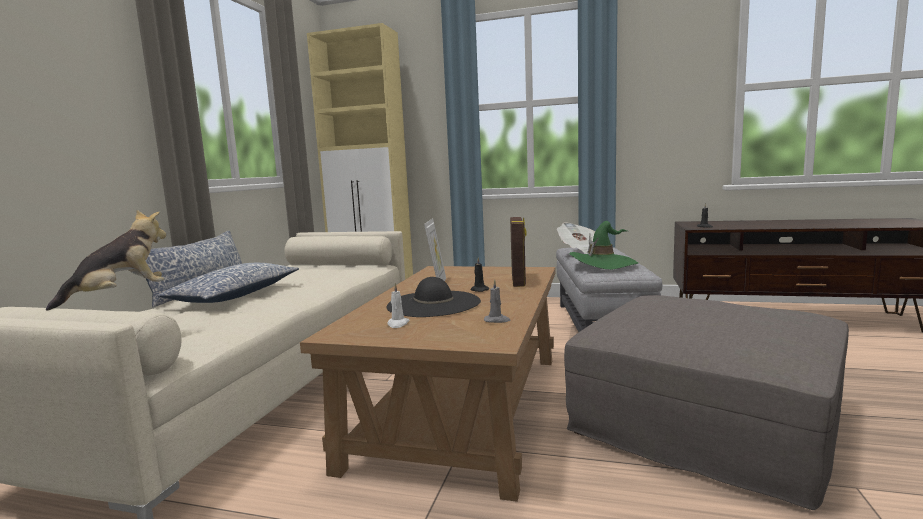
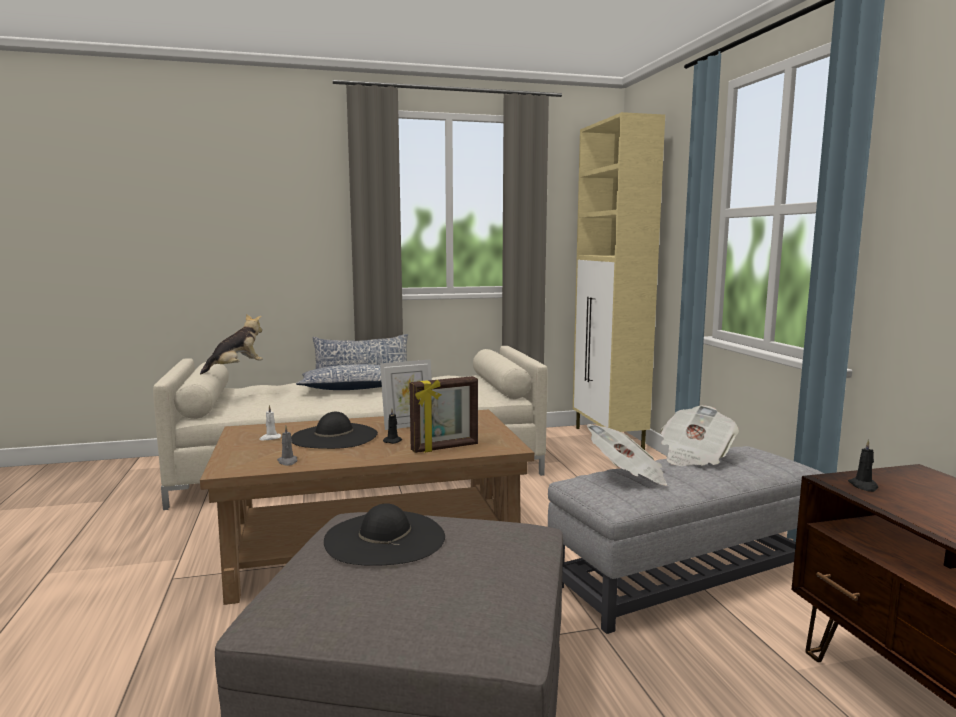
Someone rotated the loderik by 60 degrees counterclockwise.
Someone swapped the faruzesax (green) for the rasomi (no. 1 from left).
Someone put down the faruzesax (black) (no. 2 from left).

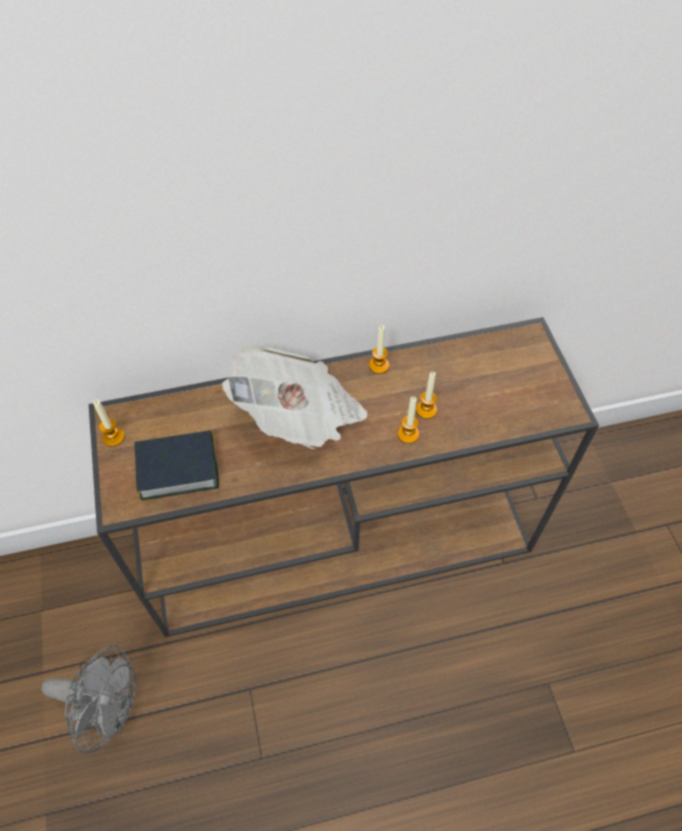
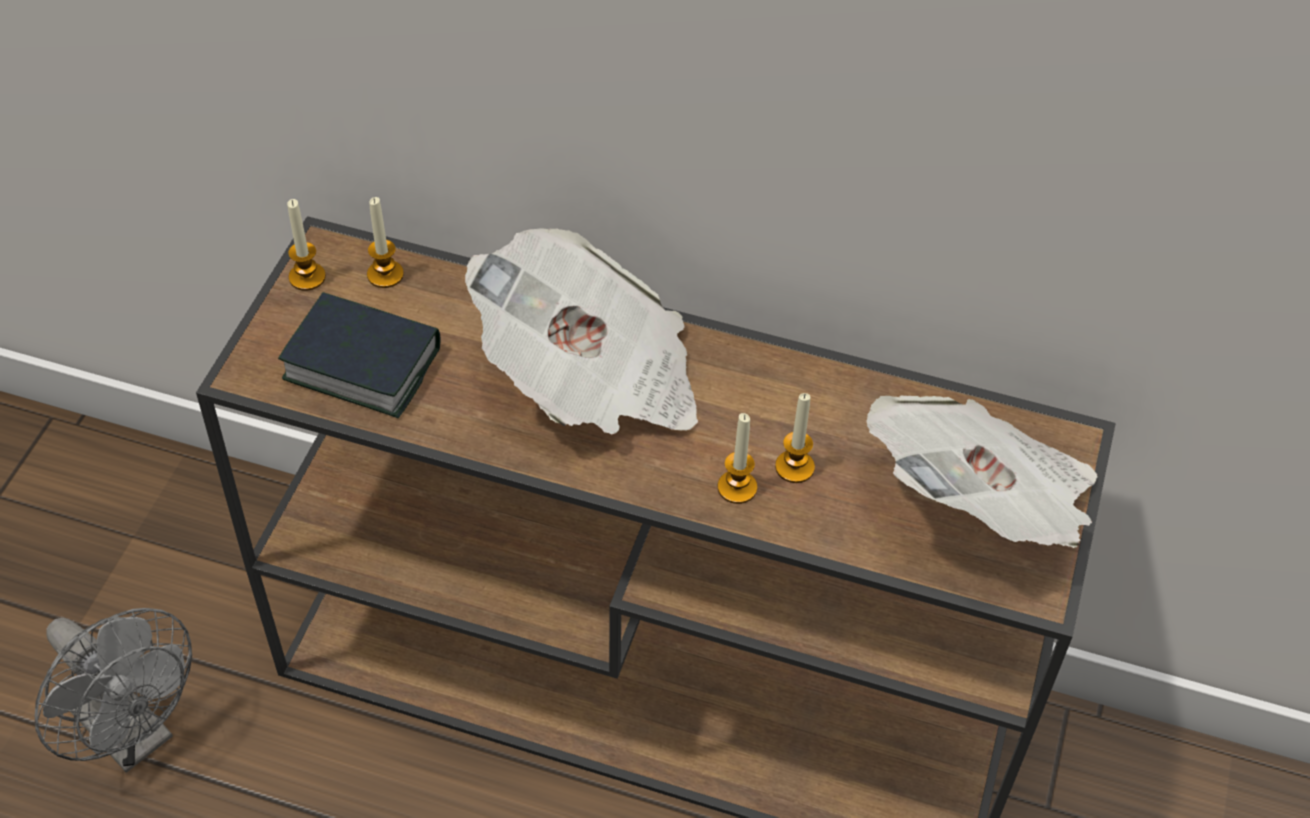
Someone carried the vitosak (no. 2 from left).
Someone put down the rasomi (no. 2 from left).

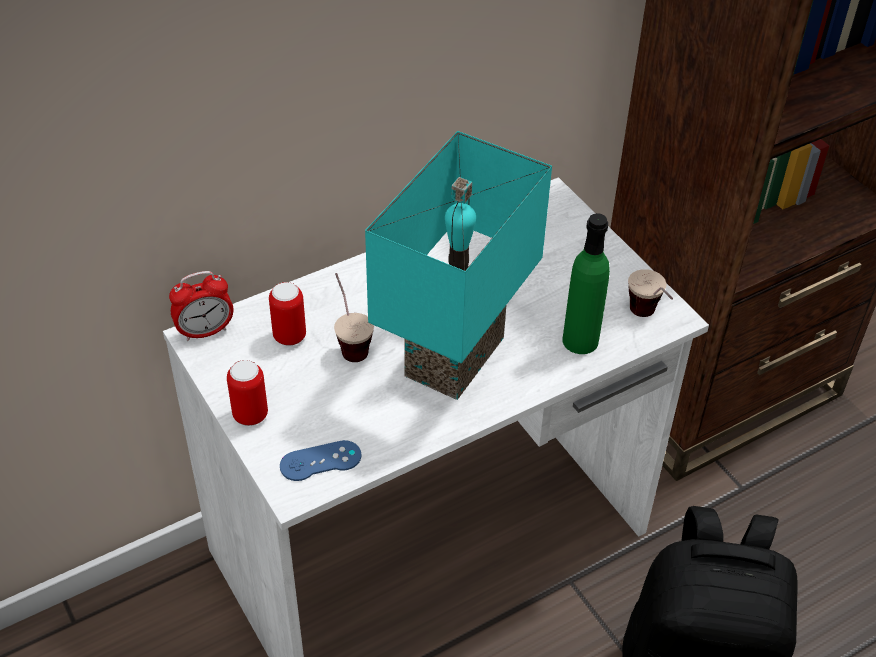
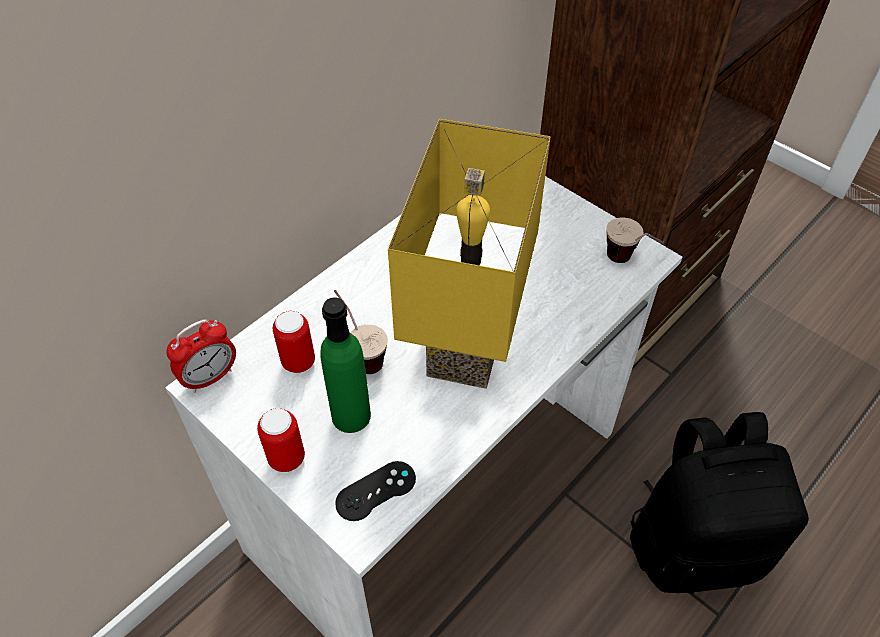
Someone repainted the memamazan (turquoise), which became the memamazan (yellow).
Someone carried the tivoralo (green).
Someone repainted the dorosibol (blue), which became the dorosibol (black).

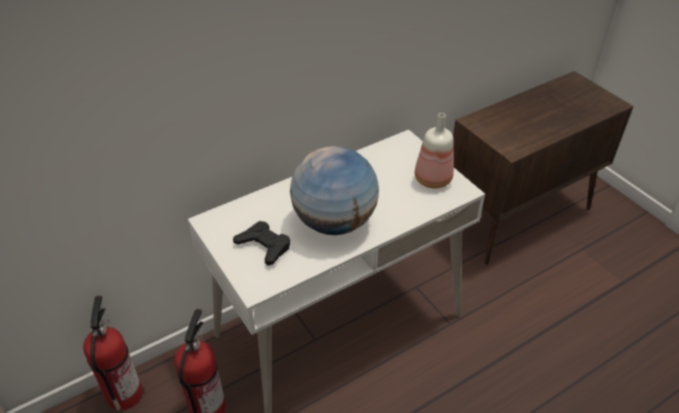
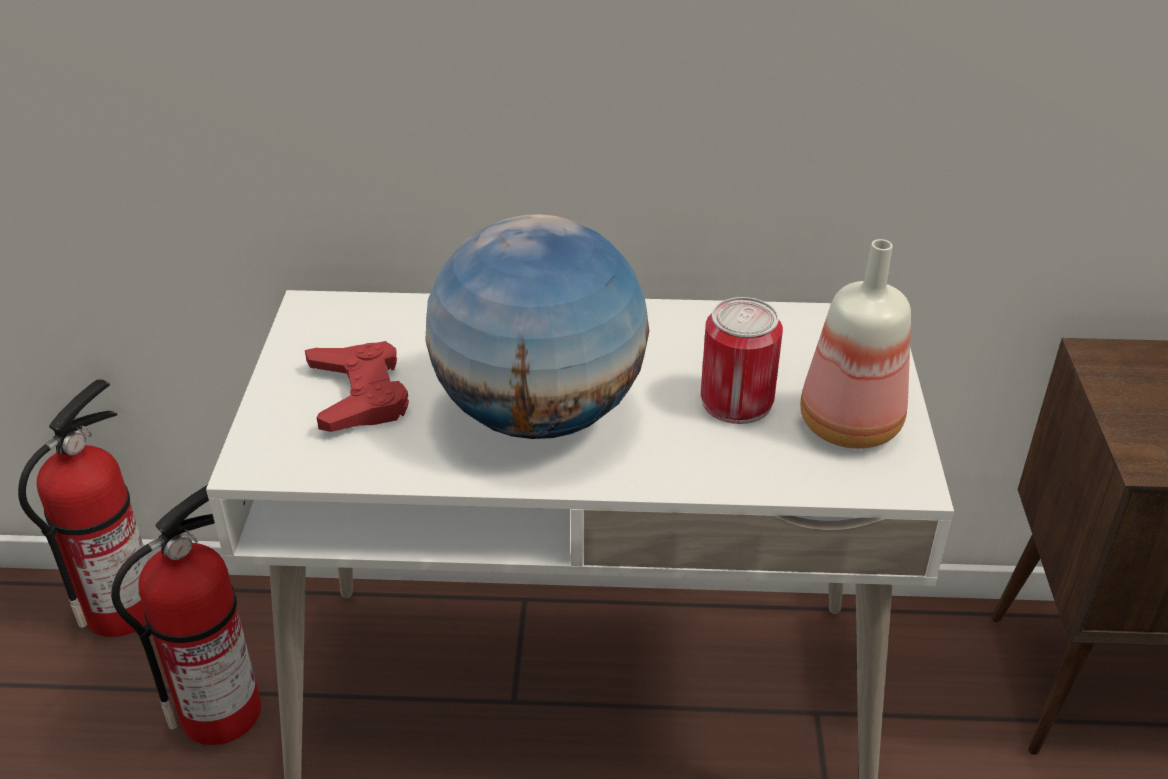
Someone repainted the dorosibol (black), which became the dorosibol (red).
Someone put down the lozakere.

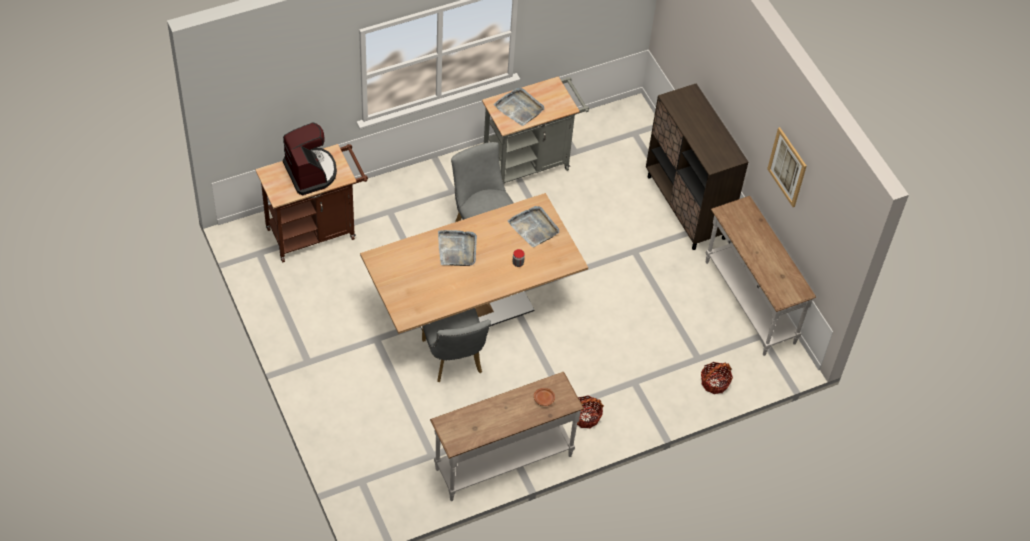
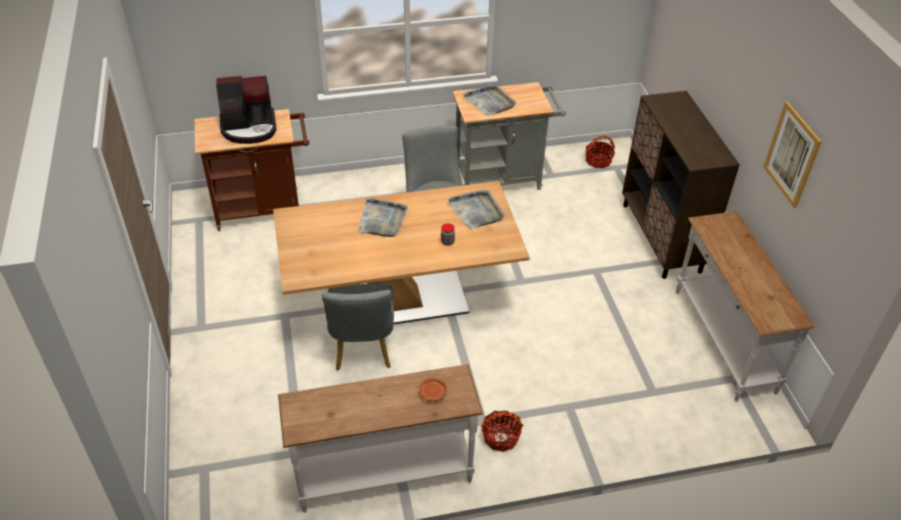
Someone rotated the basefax by 90 degrees clockwise.
Someone carried the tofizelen (no. 2 from left).

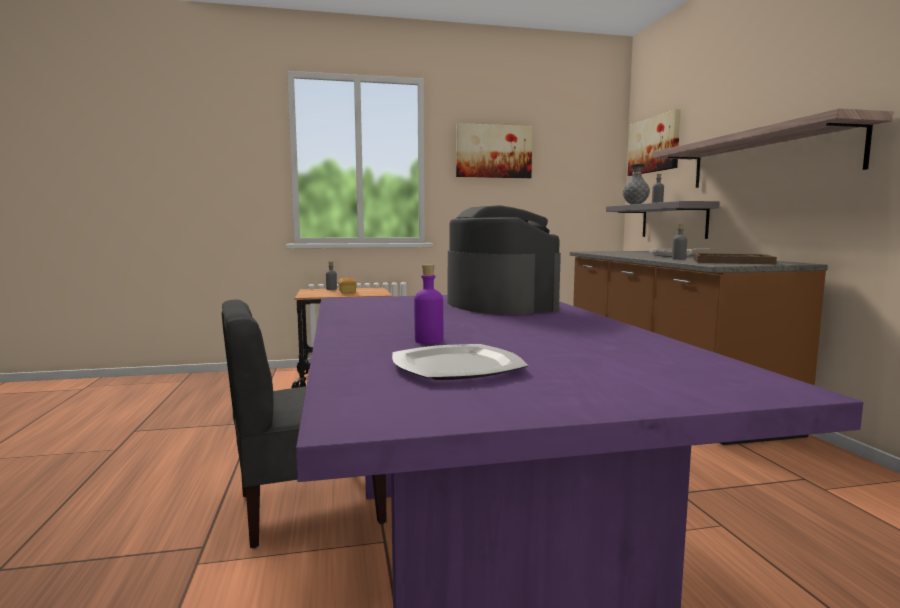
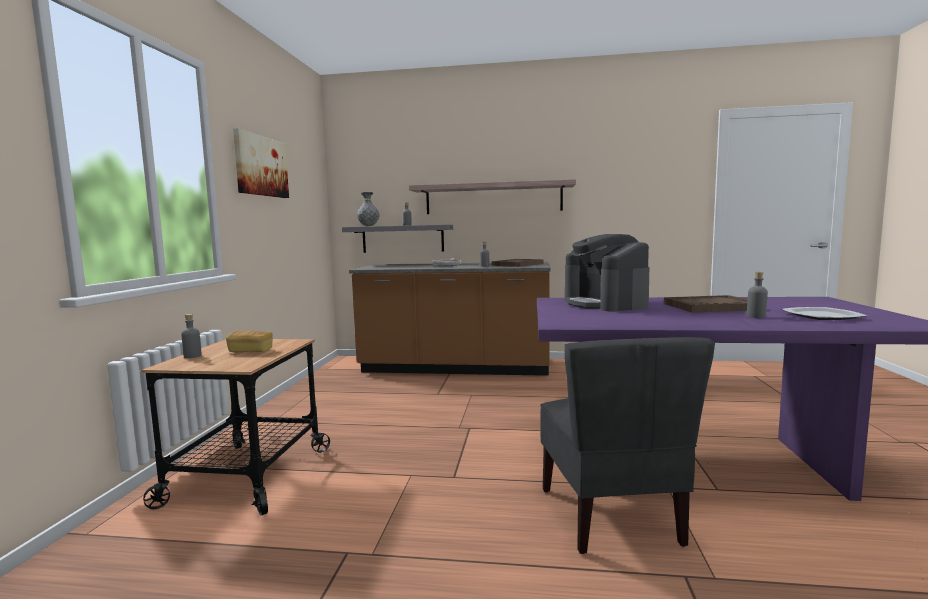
Someone took away the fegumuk (no. 2 from left).
Someone rotated the basefax by 105 degrees counterclockwise.
Someone repainted the tivoralo (purple), which became the tivoralo (grey) (no. 4 from left).
Someone put down the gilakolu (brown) (no. 2 from left).

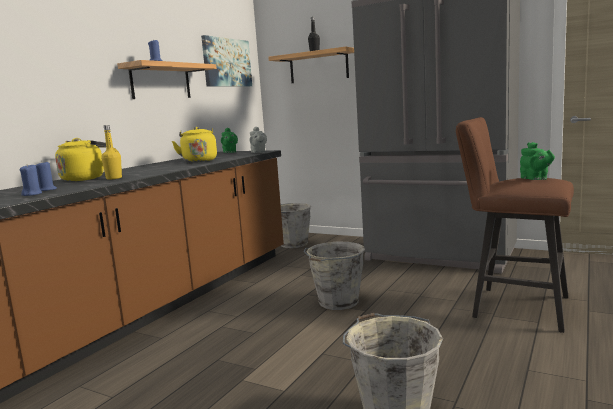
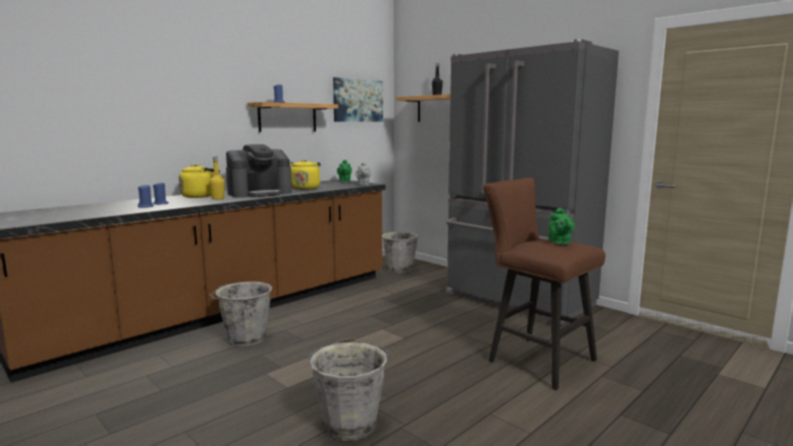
Someone carried the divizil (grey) (no. 2 from left in the first image).
Someone put down the basefax.

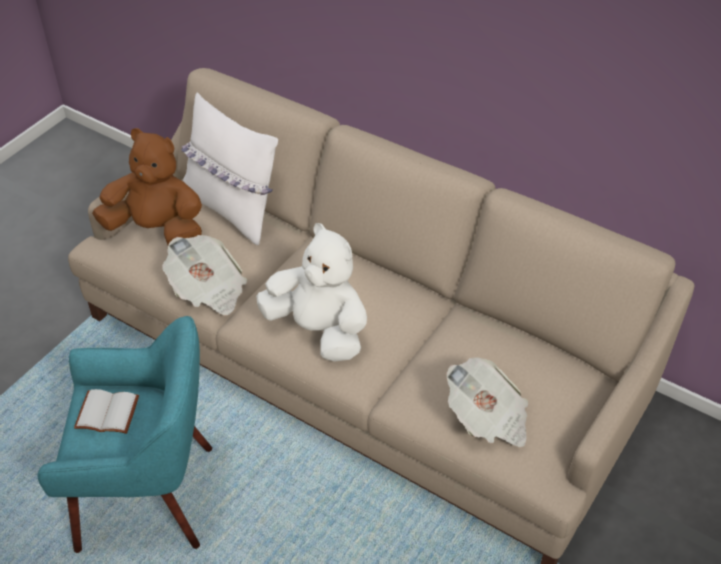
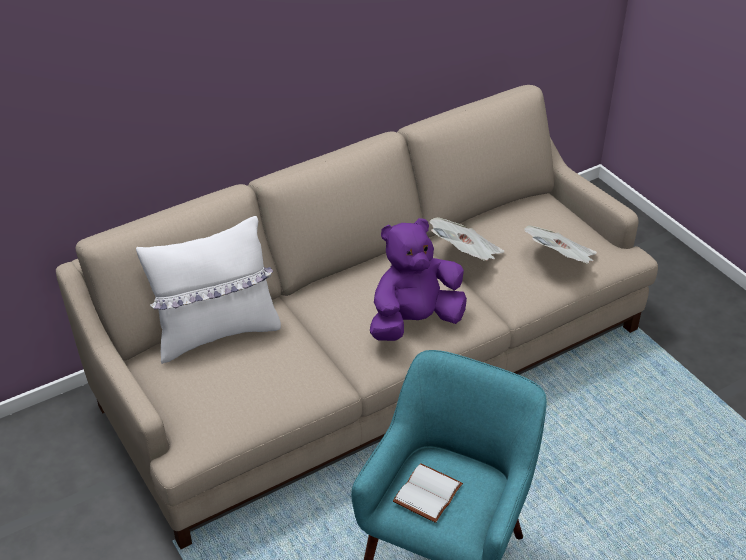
Someone took away the loderik (brown).
Someone repainted the loderik (white), which became the loderik (purple).
Someone carried the rasomi (no. 1 from left).

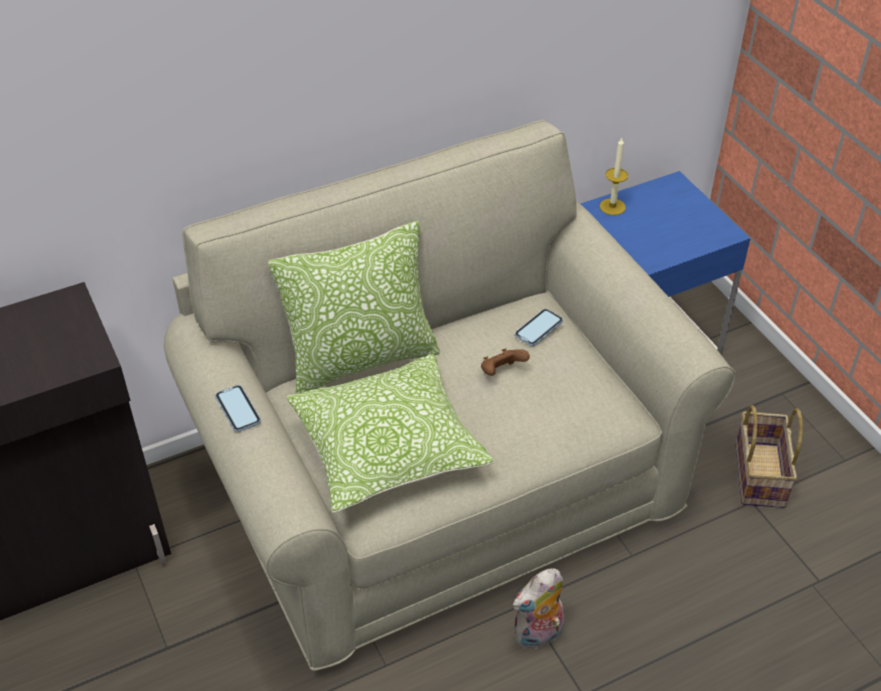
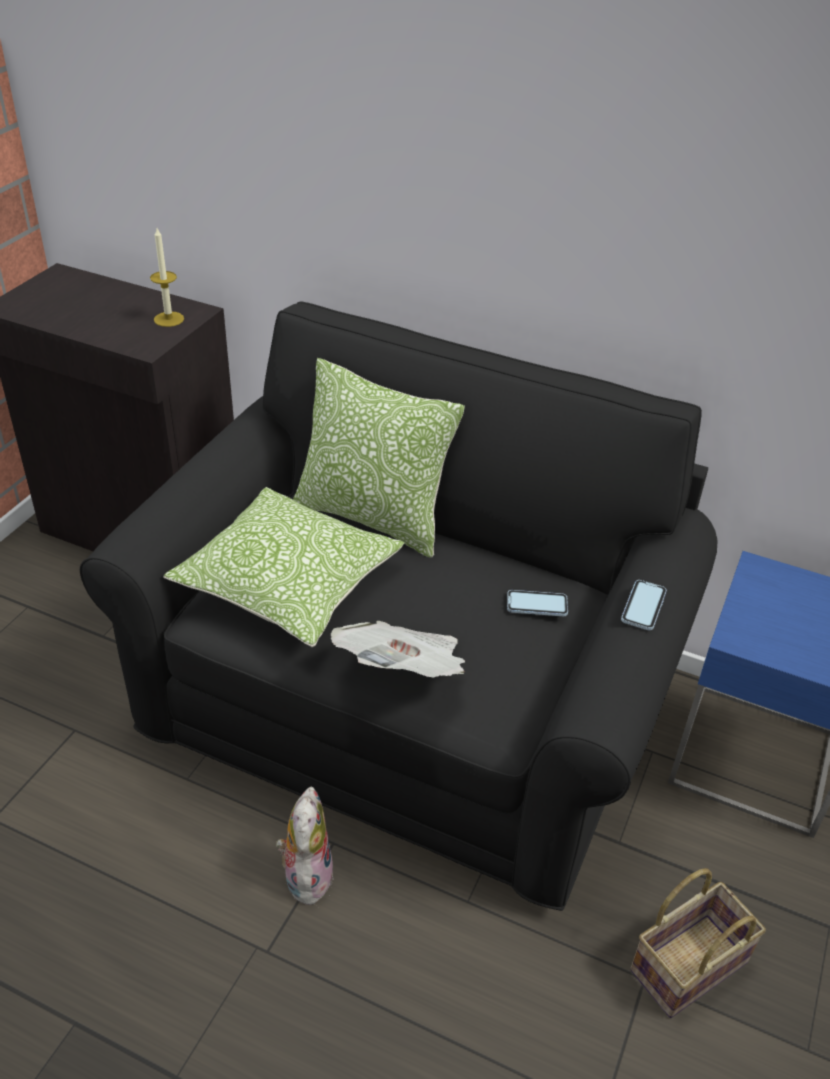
Someone repainted the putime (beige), which became the putime (black).
Someone carried the vitosak.
Someone took away the dorosibol (brown).
Someone carried the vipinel (no. 1 from left in the first image).
Someone rotated the loderik by 75 degrees clockwise.
Someone put down the rasomi.

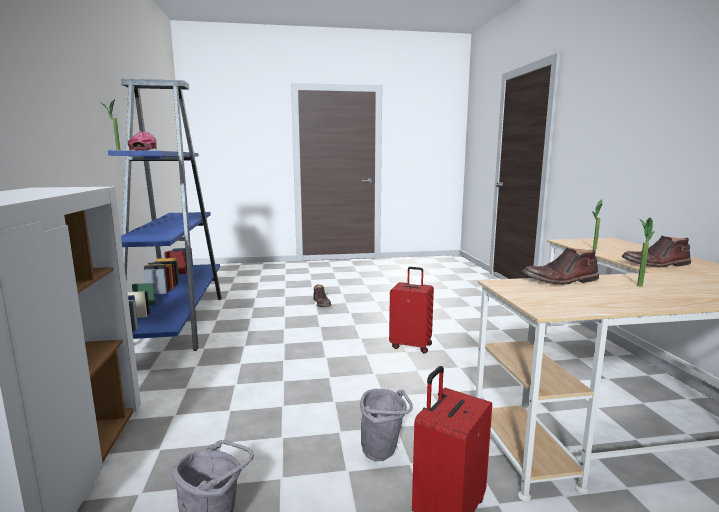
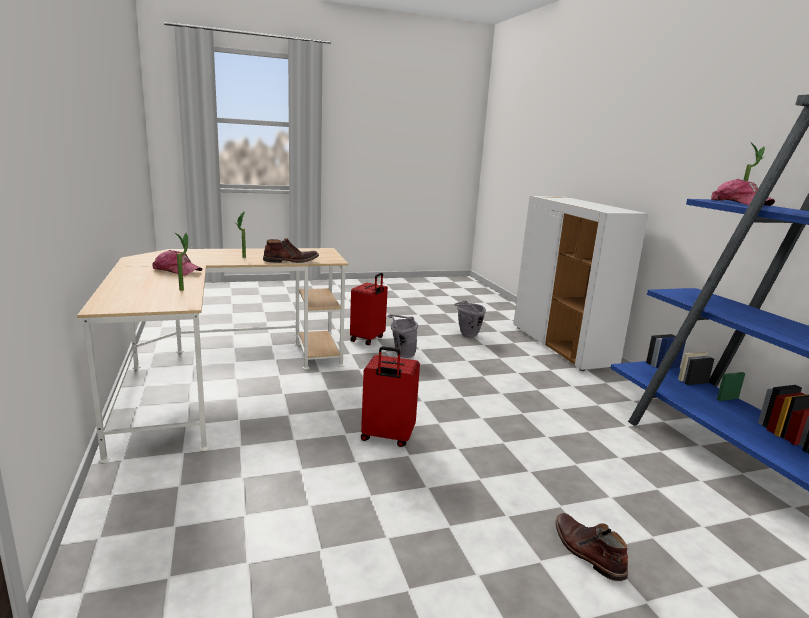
Someone swapped the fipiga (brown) (no. 3 from left) for the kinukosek (no. 1 from left).

